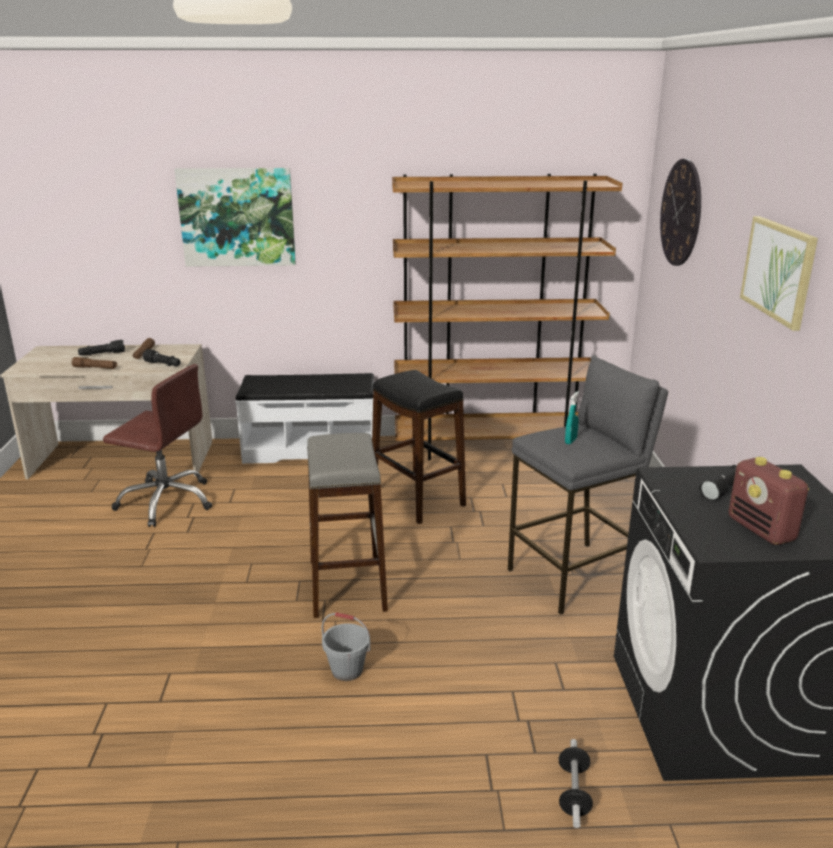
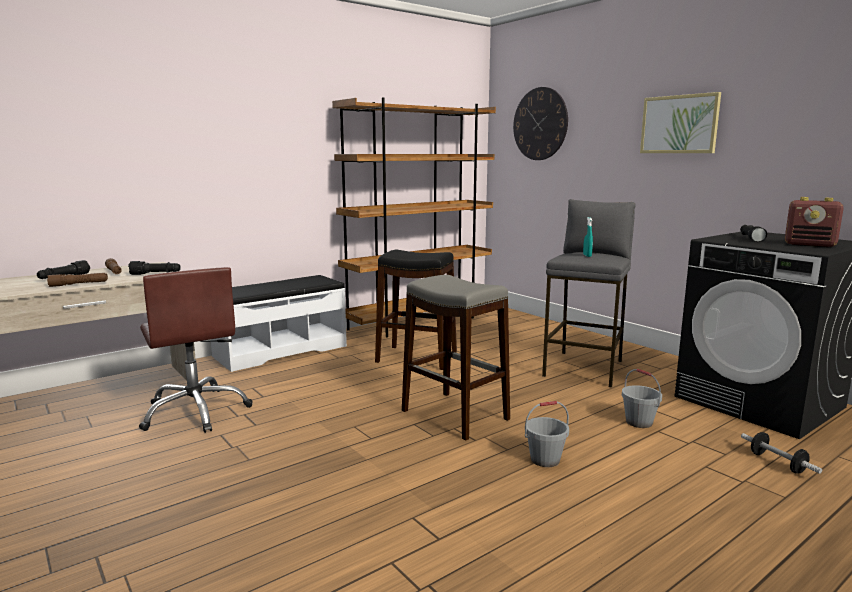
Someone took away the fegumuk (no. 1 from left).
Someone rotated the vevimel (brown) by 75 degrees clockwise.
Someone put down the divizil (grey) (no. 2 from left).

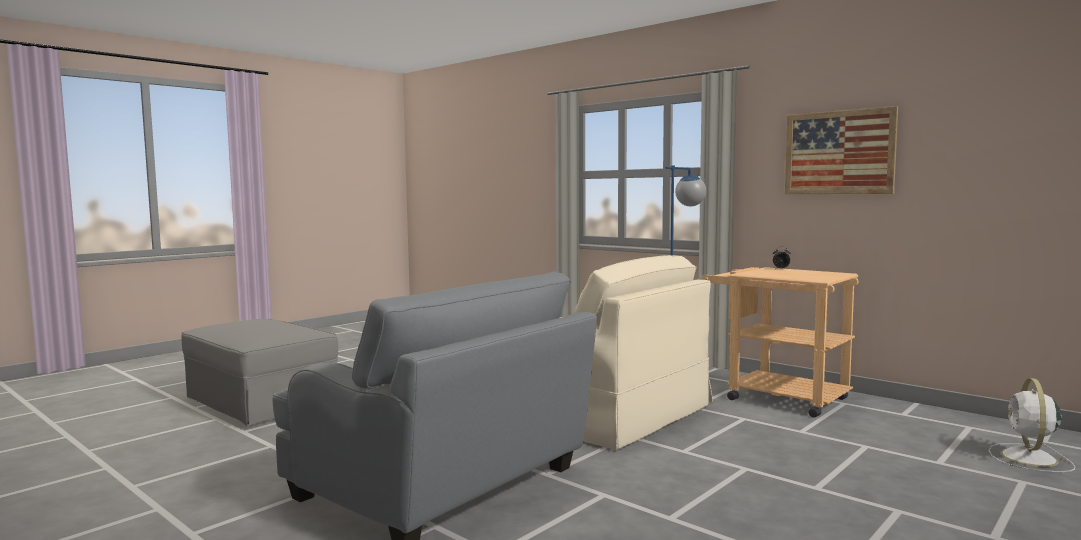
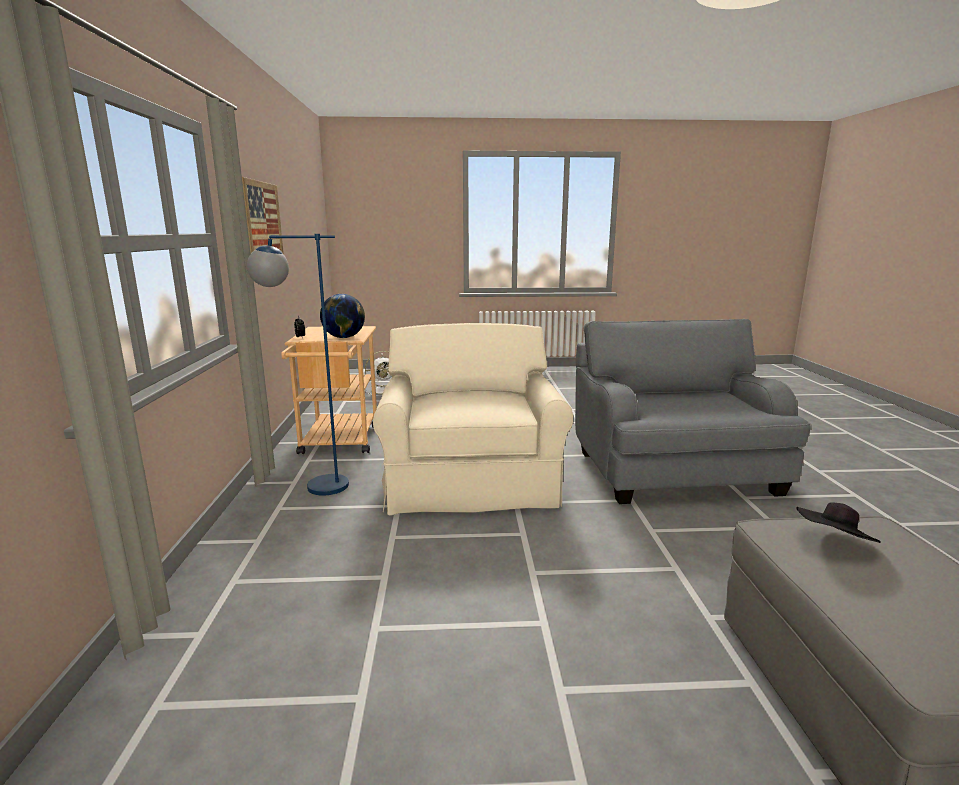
Someone put down the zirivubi.
Someone put down the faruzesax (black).

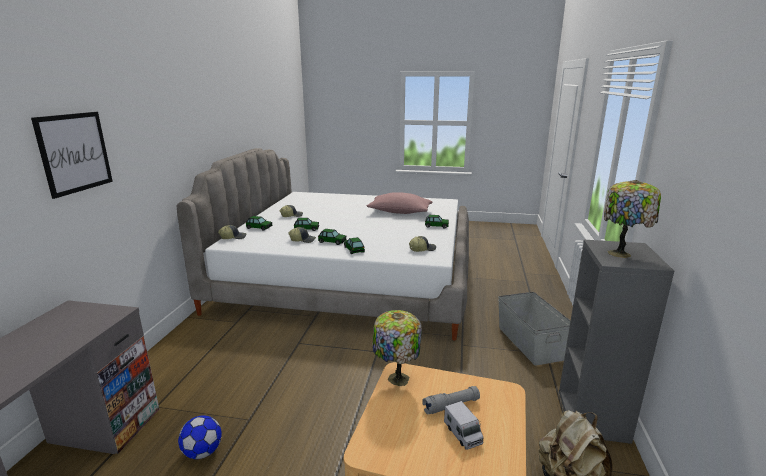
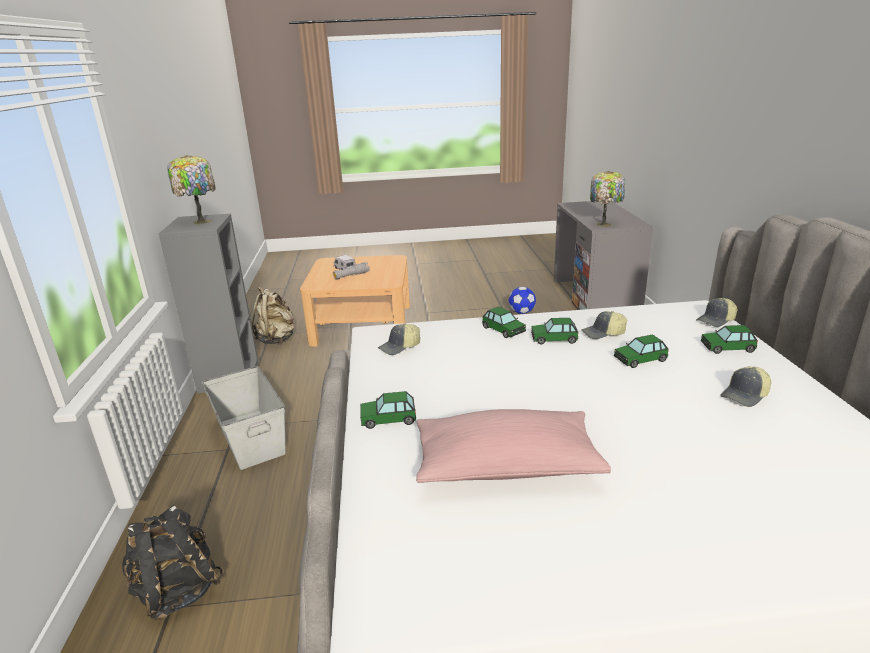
Someone took away the fegumuk.
Someone carried the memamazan (no. 1 from left in the first image).
Someone put down the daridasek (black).

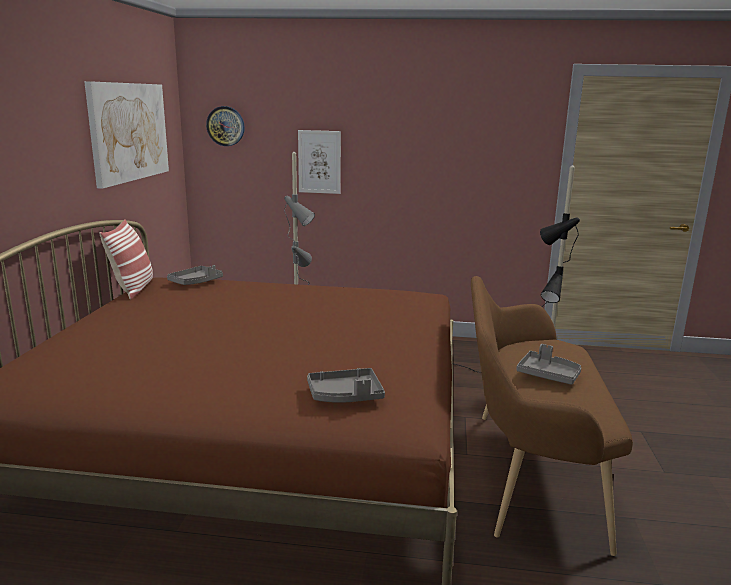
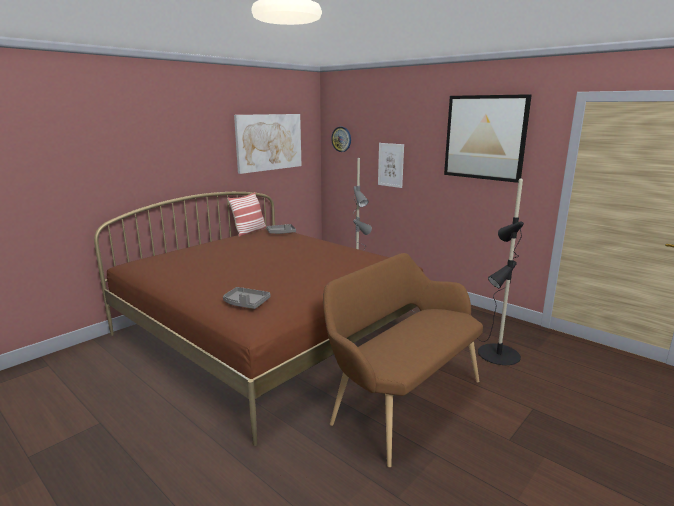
Someone took away the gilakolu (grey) (no. 3 from left).
Someone put up the fegumuk (no. 3 from left).

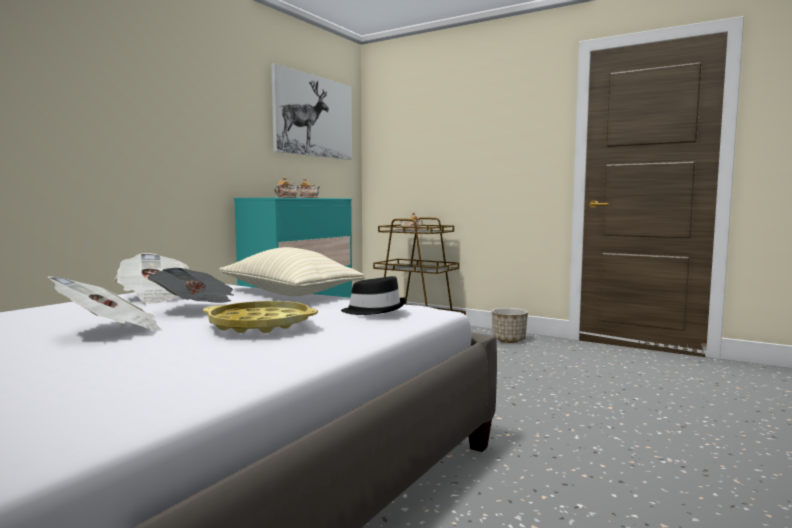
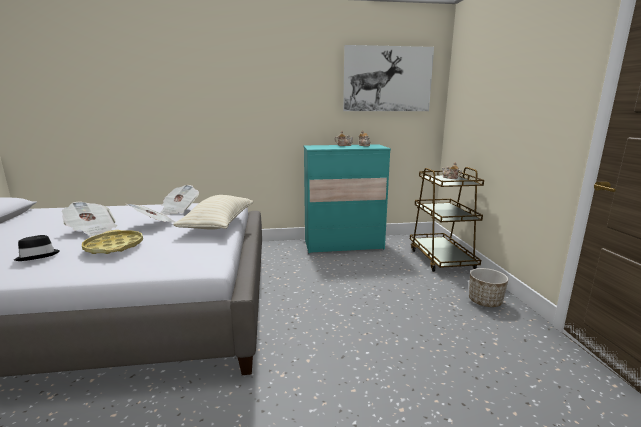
Someone carried the faruzesax (black).

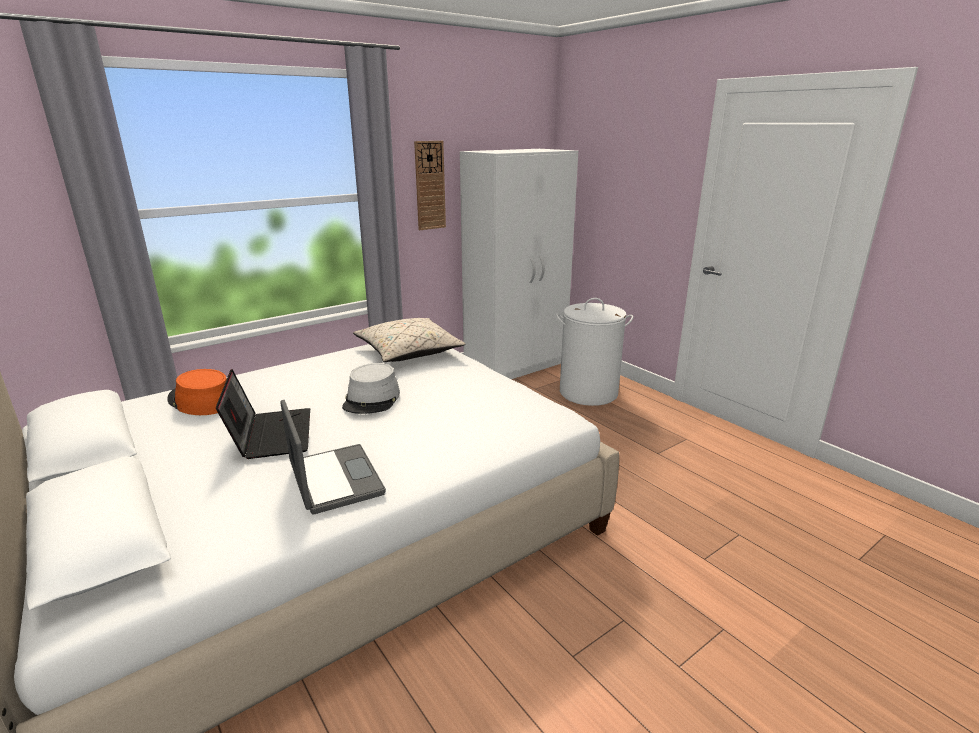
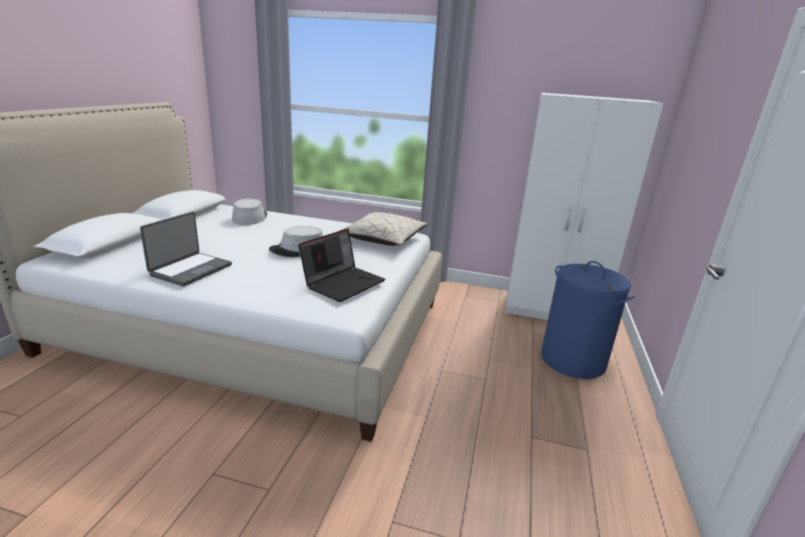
Someone took away the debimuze.
Someone repainted the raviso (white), which became the raviso (blue).
Someone repainted the faruzesax (orange), which became the faruzesax (grey) (no. 1 from left).
Someone carried the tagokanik (no. 1 from left in the first image).

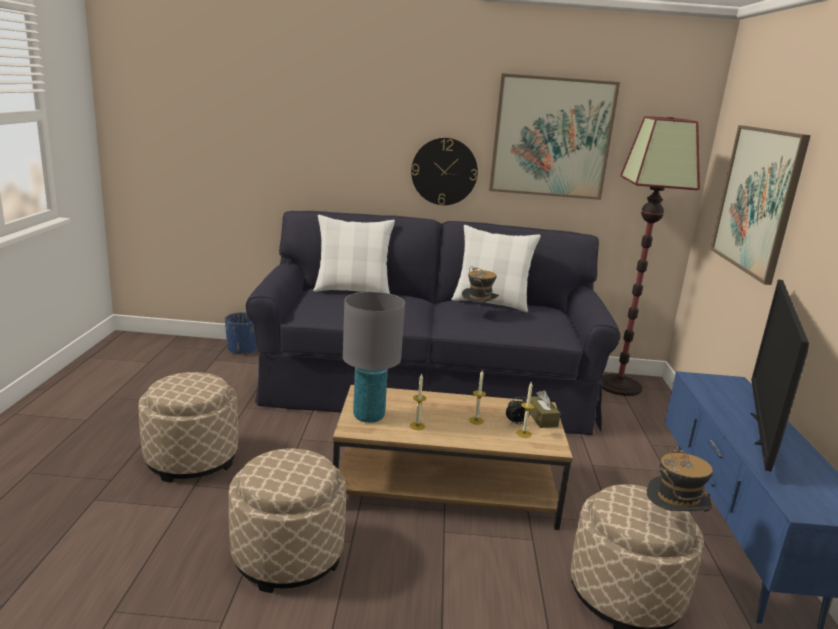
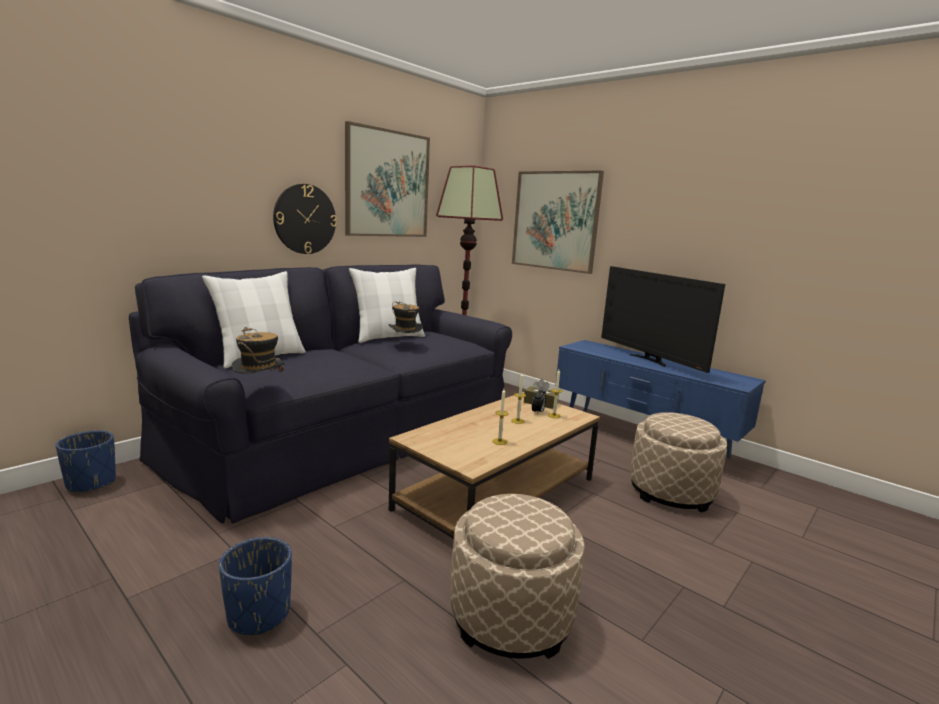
Someone took away the memamazan (grey).
Someone swapped the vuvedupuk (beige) (no. 1 from left) for the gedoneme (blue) (no. 2 from left).
Someone carried the faruzesax (no. 2 from left in the first image).

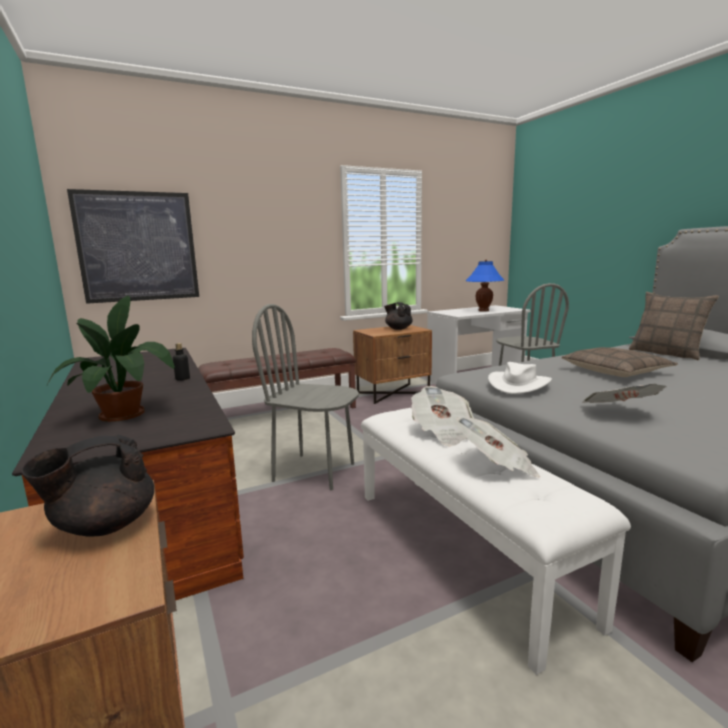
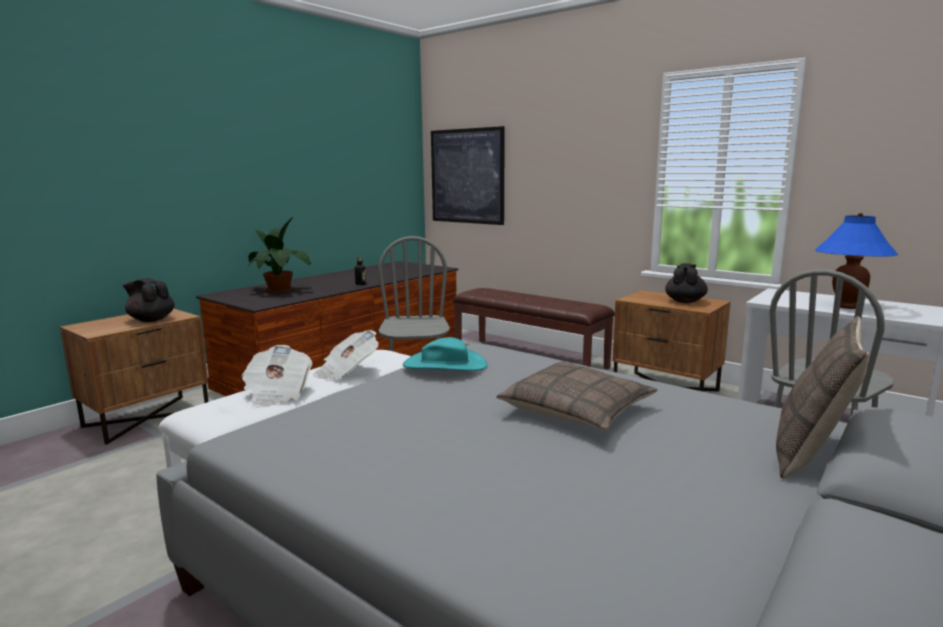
Someone repainted the faruzesax (white), which became the faruzesax (turquoise).
Someone took away the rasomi (no. 3 from left).

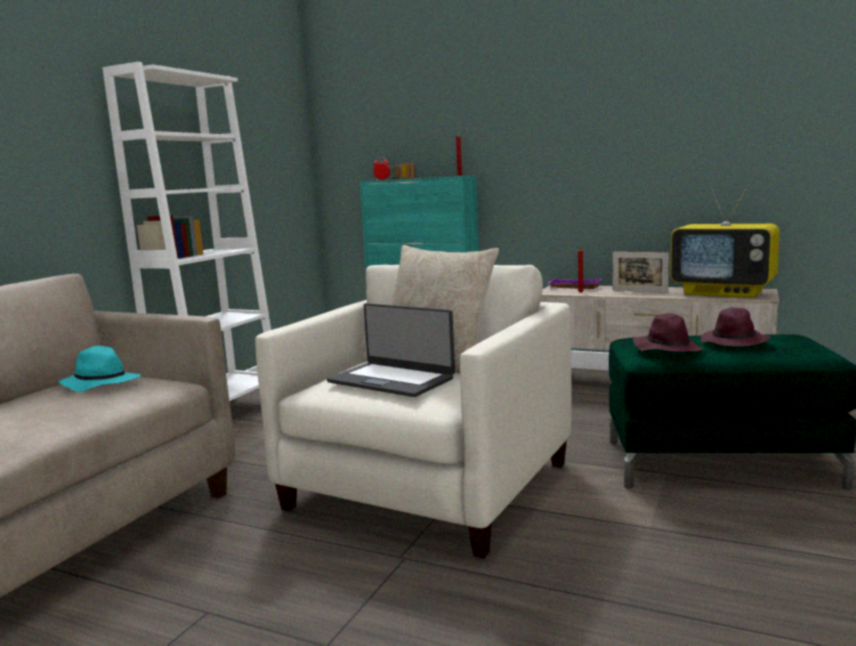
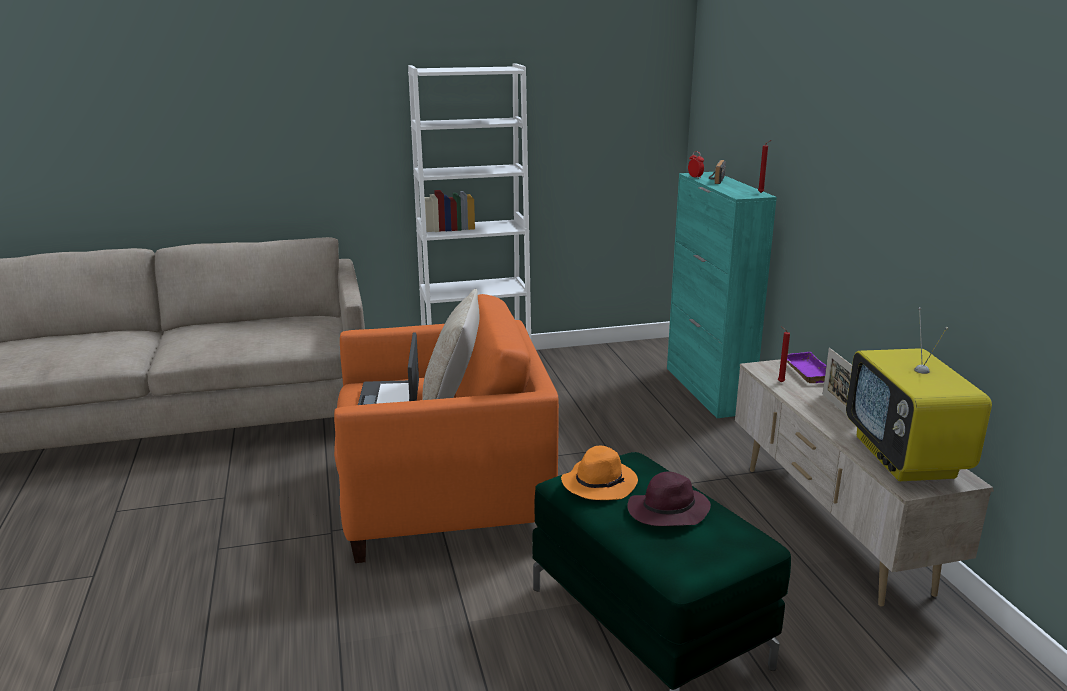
Someone repainted the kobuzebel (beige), which became the kobuzebel (orange).
Someone repainted the faruzesax (purple) (no. 1 from left), which became the faruzesax (orange).
Someone took away the faruzesax (turquoise).

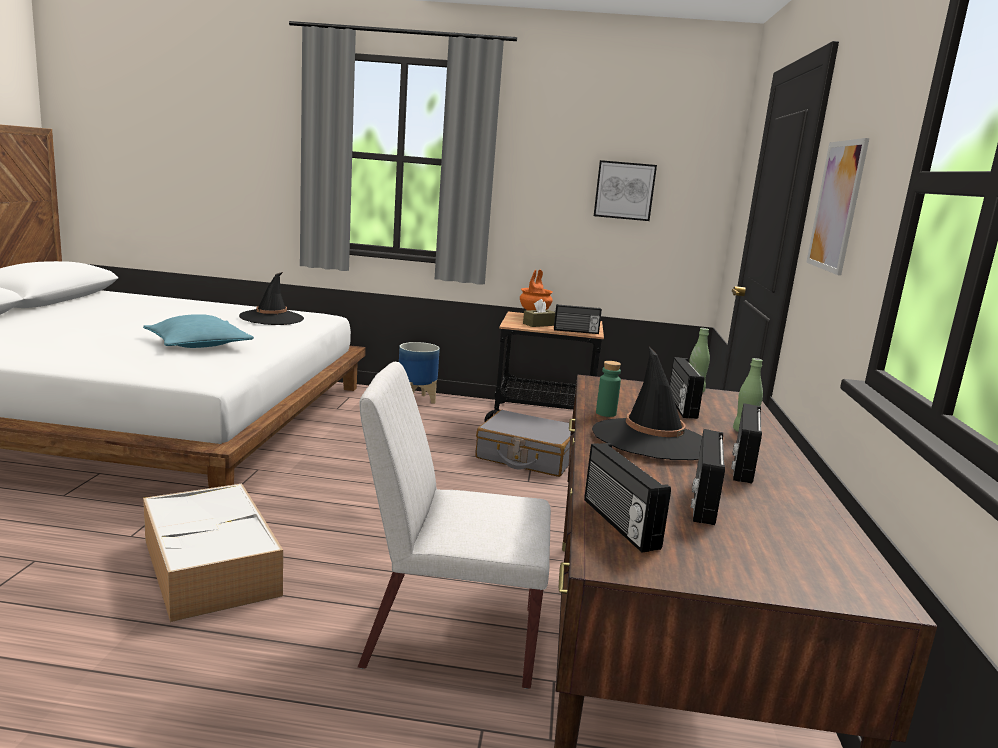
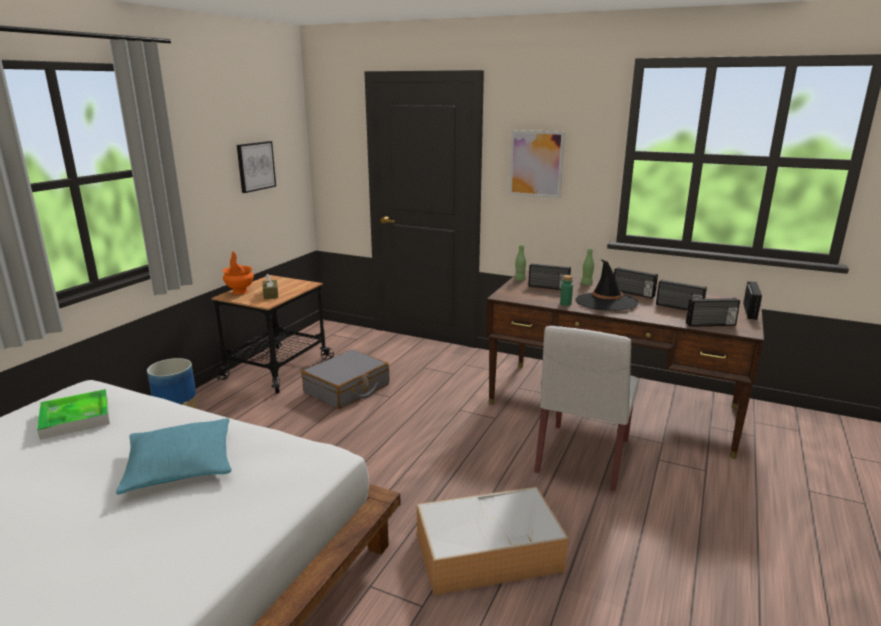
Someone swapped the faruzesax (black) (no. 1 from left) for the gilakolu.
Someone carried the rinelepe (no. 1 from left in the first image).

